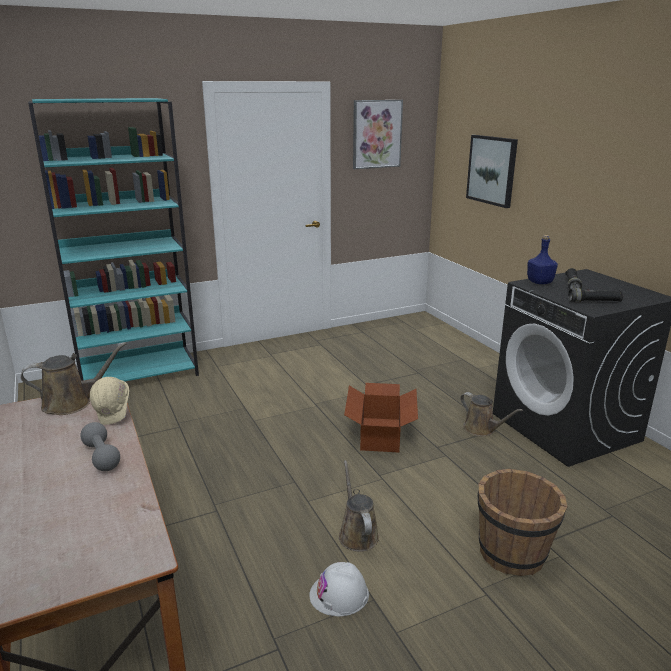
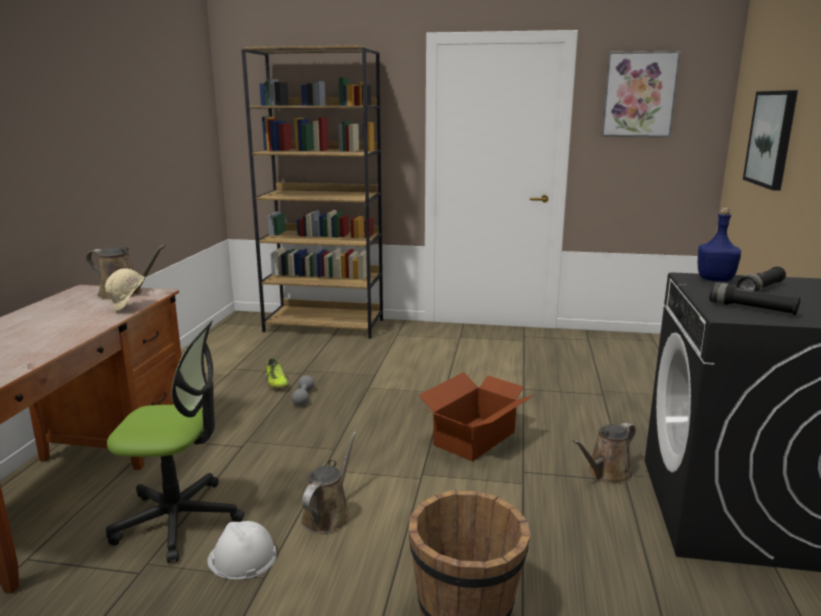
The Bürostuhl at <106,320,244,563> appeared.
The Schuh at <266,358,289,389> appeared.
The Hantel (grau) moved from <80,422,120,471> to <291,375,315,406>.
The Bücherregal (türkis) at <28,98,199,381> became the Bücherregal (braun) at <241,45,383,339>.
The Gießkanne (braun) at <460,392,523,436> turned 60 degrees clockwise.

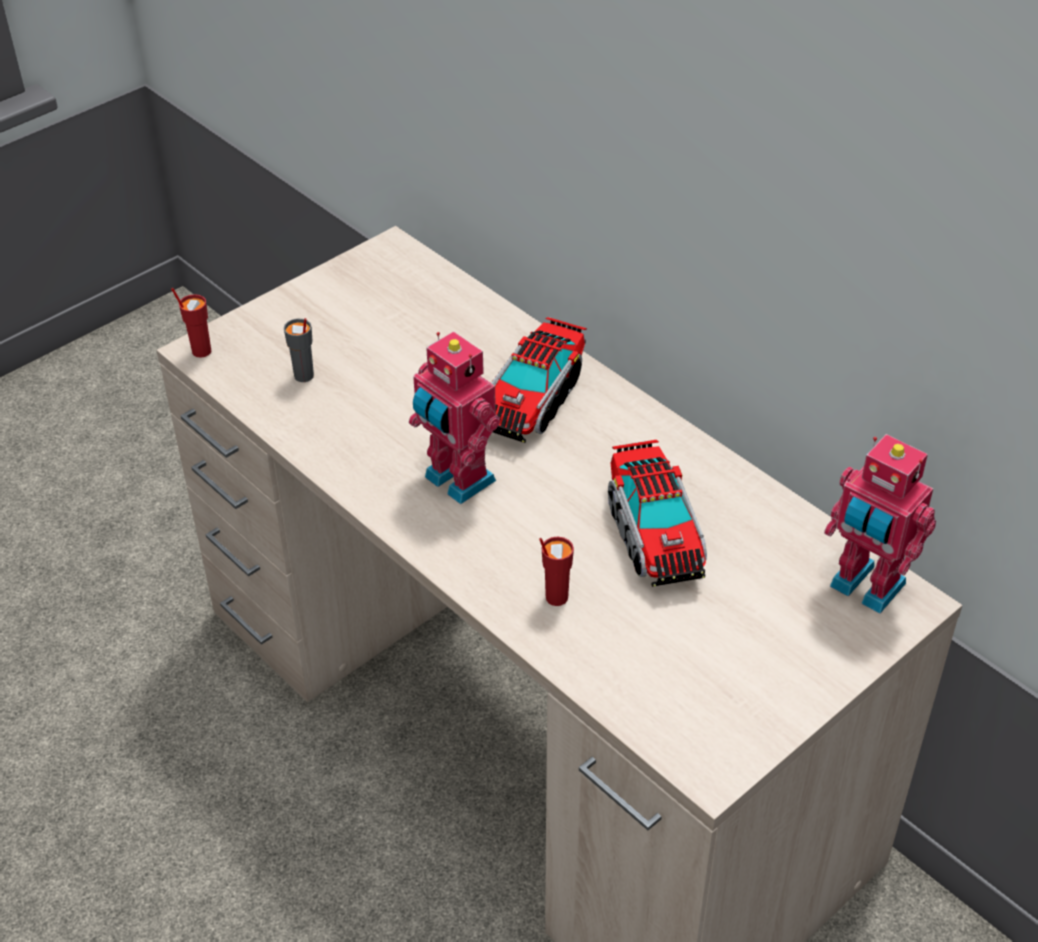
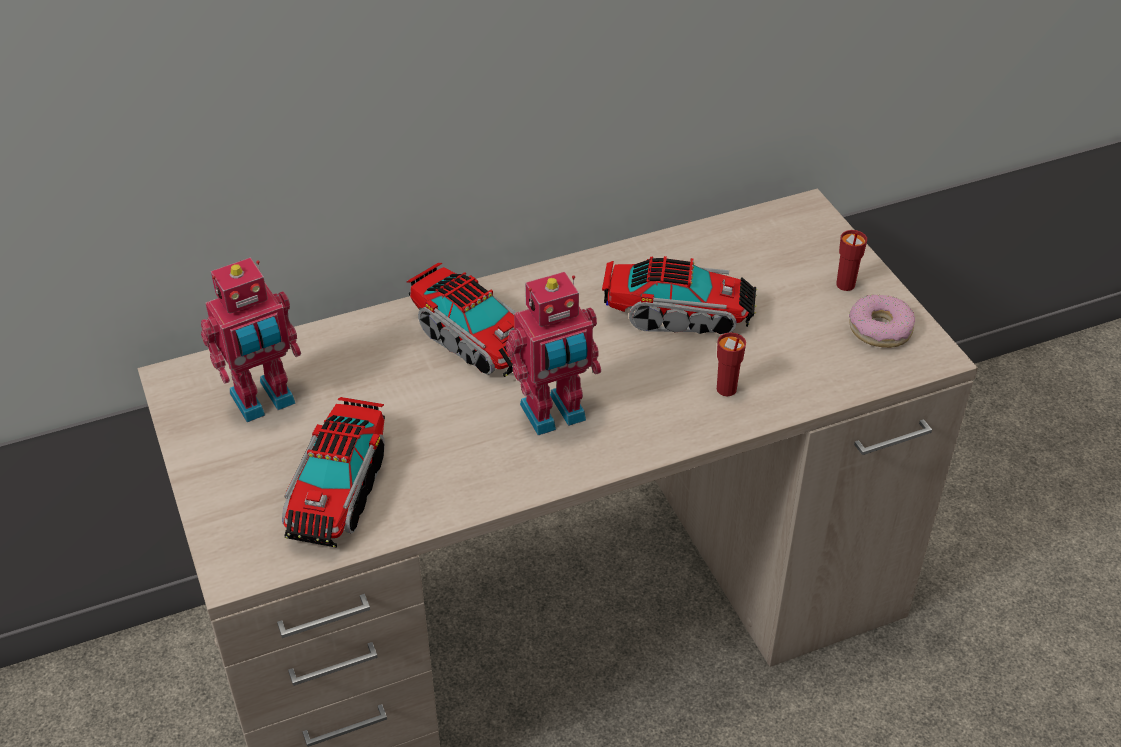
The Donut at <849,295,915,348> appeared.
The Tasse (rot) moved from <171,288,211,358> to <836,230,867,291>.
The Spielzeugroboter moved from <824,434,936,614> to <201,257,301,422>.
The Tasse (grau) at <284,318,314,382> was replaced by the Spielzeuglaster at <282,397,385,548>.

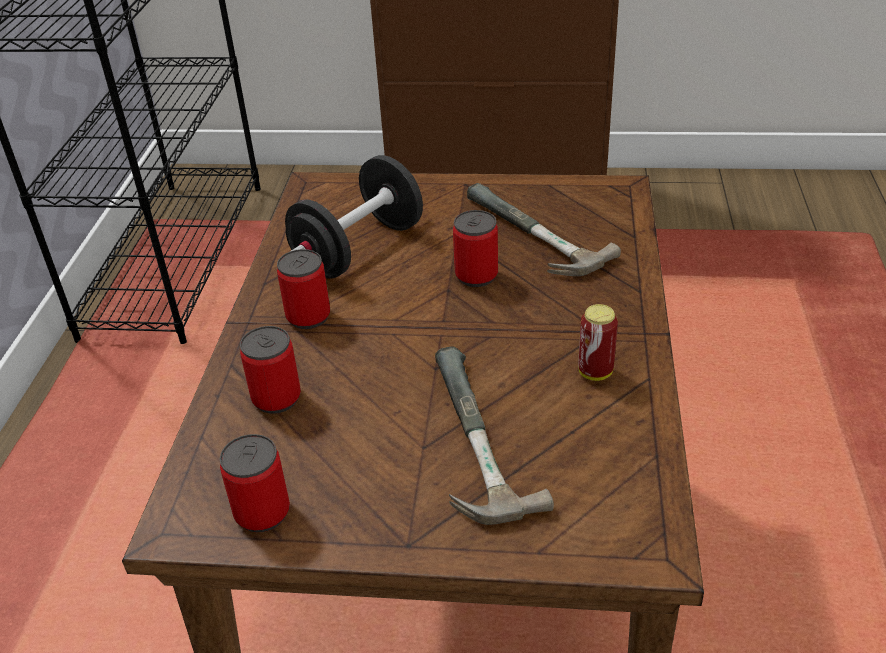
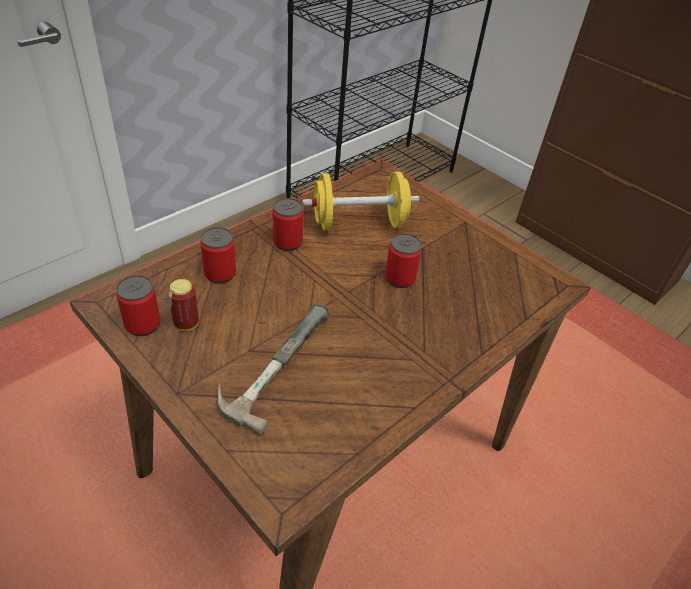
The Hammer at <467,183,621,276> disappeared.
The Dose moved from <578,304,618,381> to <168,279,199,331>.
The Hantel (schwarz) at <285,155,423,279> became the Hantel (gelb) at <302,172,419,230>.

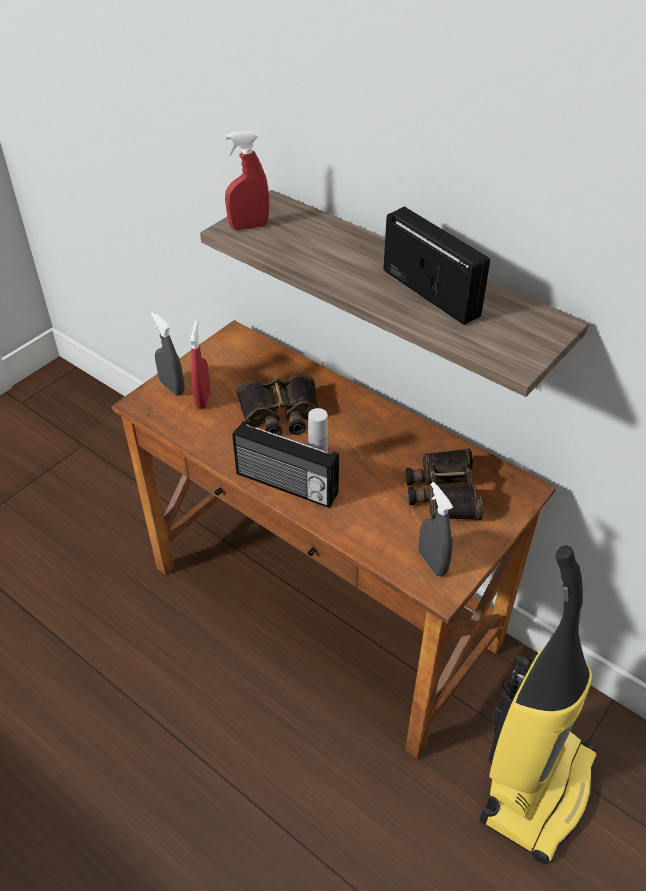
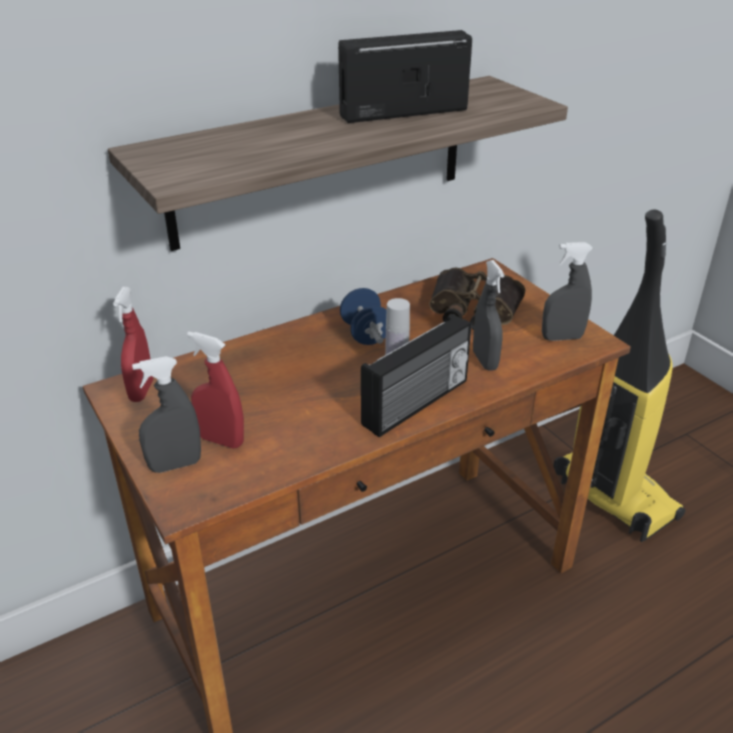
The Fernglas at <236,375,318,436> disappeared.
The Hantel (blau) at <340,288,387,345> appeared.
The Sprühflasche (grau) at <473,260,505,371> appeared.
The Sprühflasche (rot) moved from <225,131,269,230> to <113,287,153,402>.

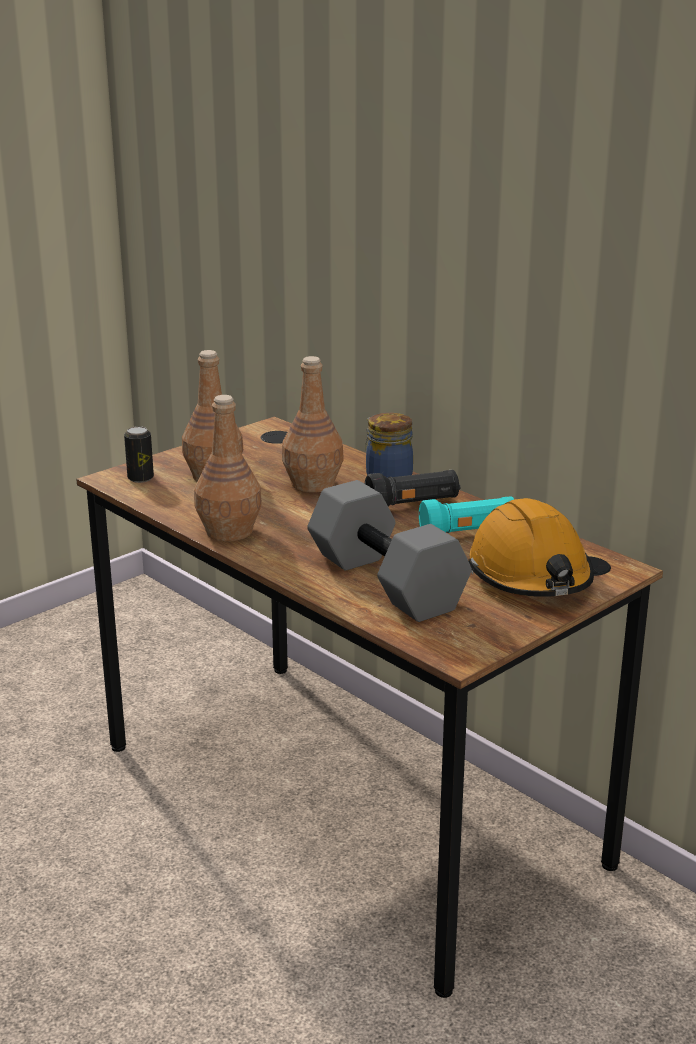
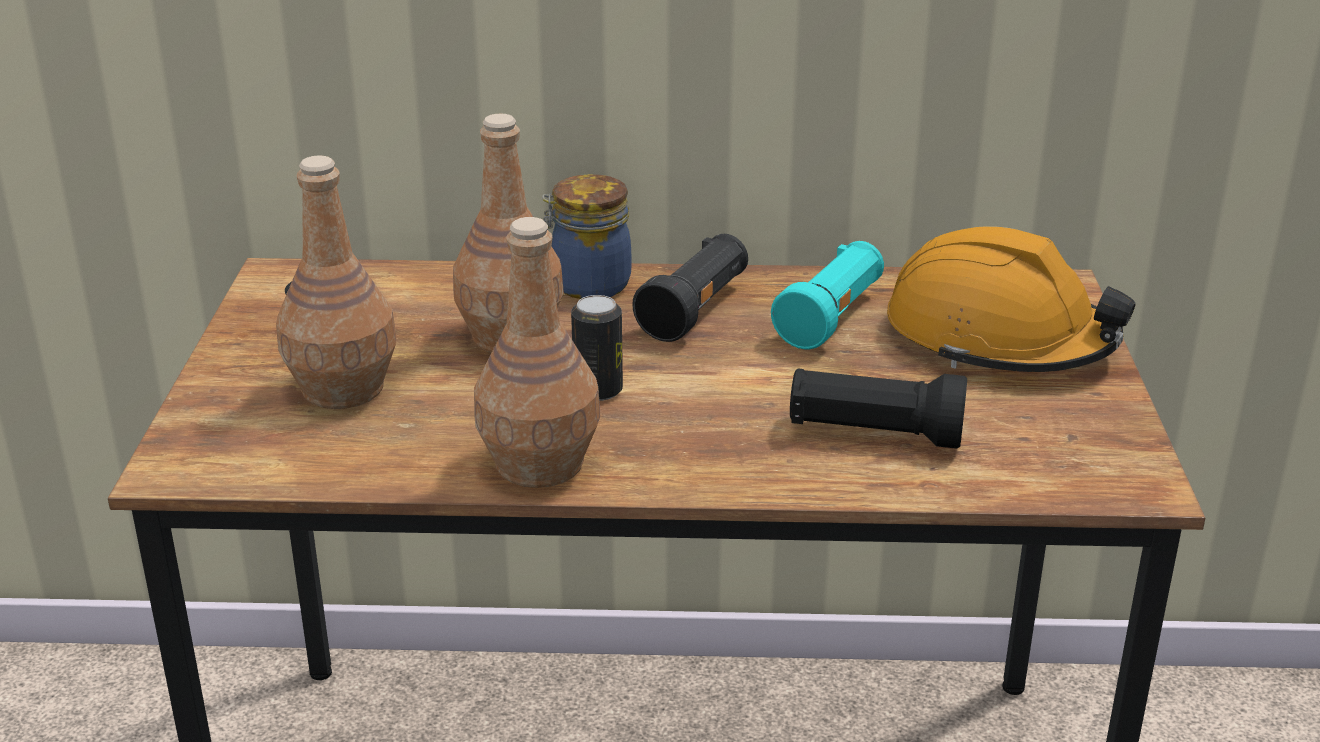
The Dose moved from <124,426,154,483> to <571,295,623,401>.
The Hantel (grau) at <307,480,472,622> was replaced by the Taschenlampe (schwarz) at <790,368,967,449>.

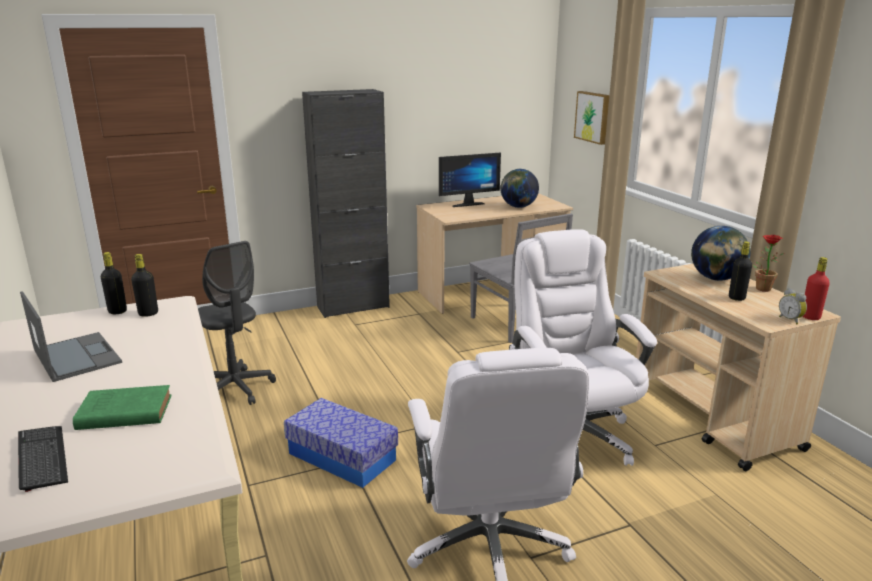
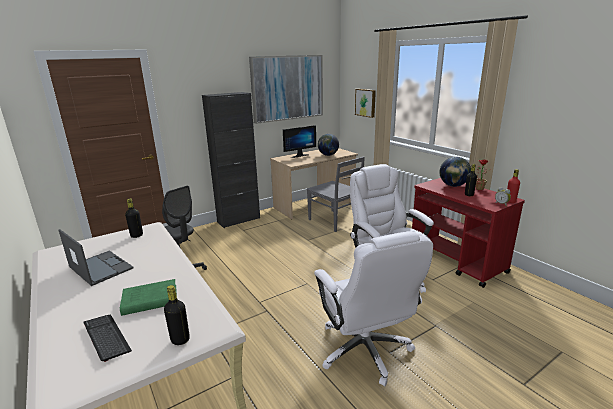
The Aufbewahrungsbox at <284,398,398,488> disappeared.
The Bild at <249,55,323,124> appeared.
The Flasche (schwarz) moved from <101,252,127,314> to <164,285,190,345>.
The Rollwagen (beige) at <636,264,841,471> became the Rollwagen (rot) at <412,178,525,288>.

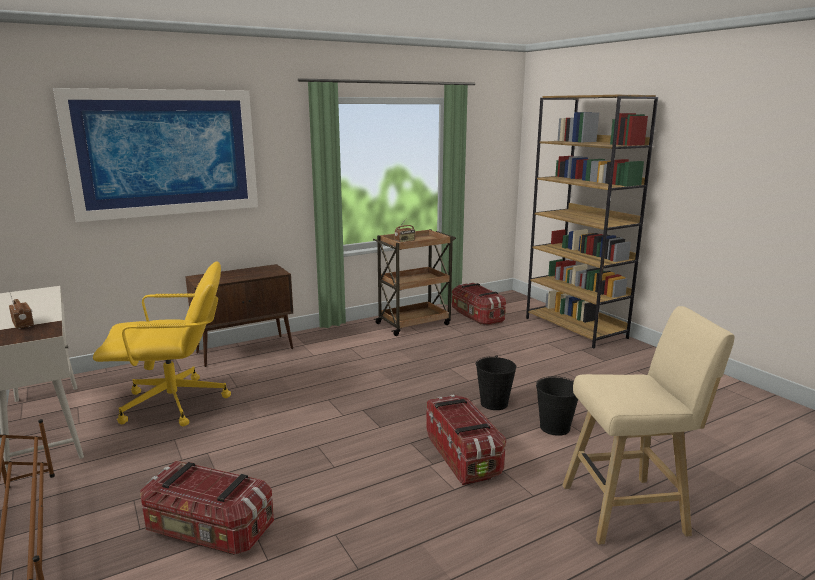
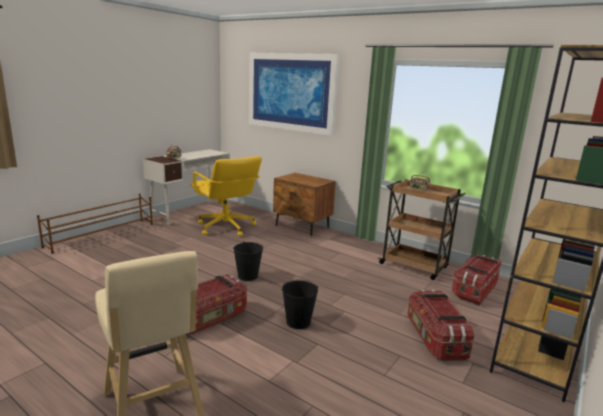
The Aufbewahrungsbox moved from <140,461,274,555> to <407,290,474,361>.
The Eimer (schwarz) moved from <536,376,578,436> to <233,241,263,281>.
The Schrank (braun) at <185,264,293,367> was replaced by the Nachttisch (braun) at <273,173,336,237>.

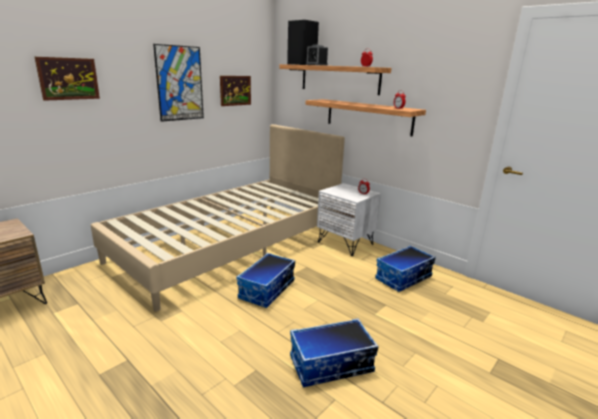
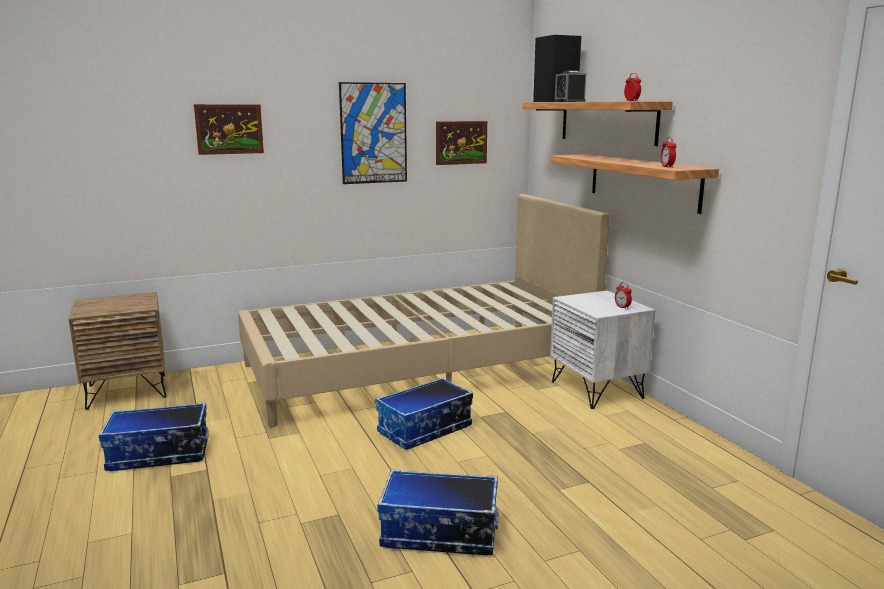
The Aufbewahrungsbox moved from <375,245,436,292> to <99,403,209,471>.

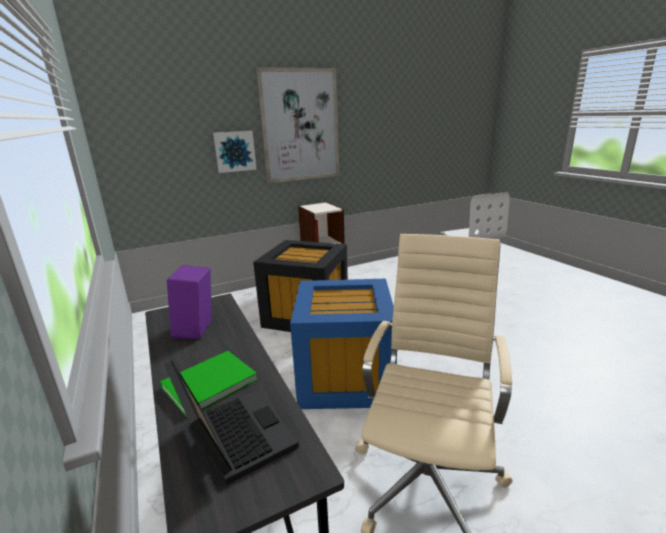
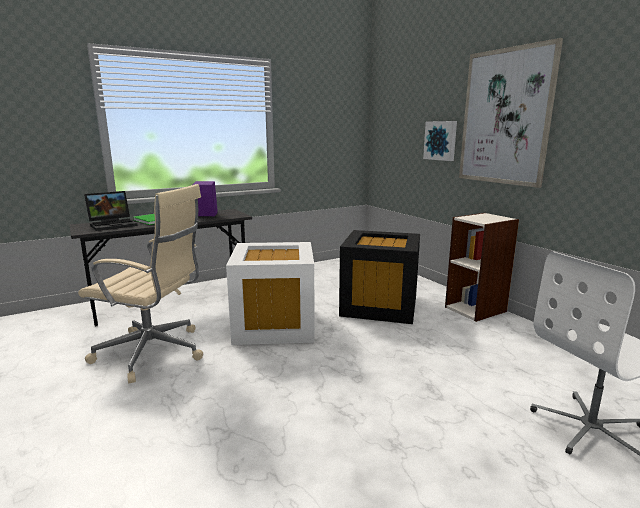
The Aufbewahrungsbox (blau) at <290,279,397,409> became the Aufbewahrungsbox (weiß) at <226,242,315,345>.

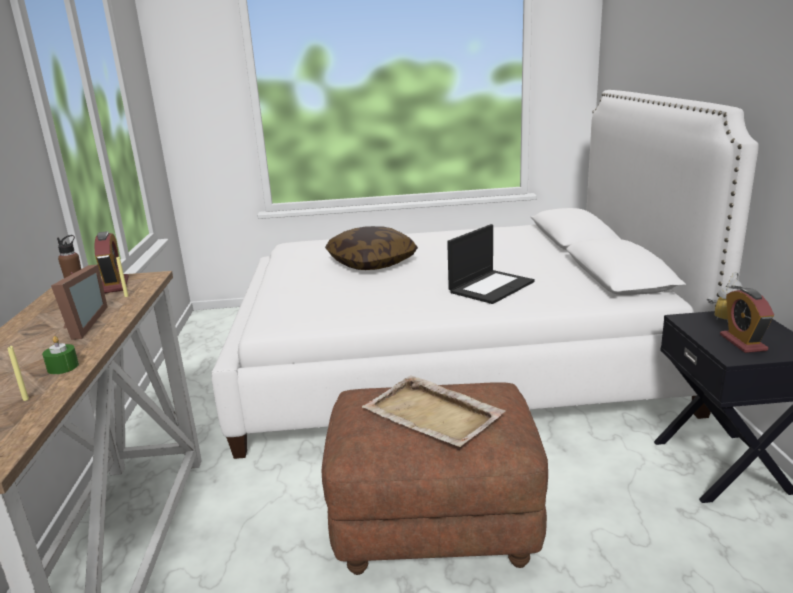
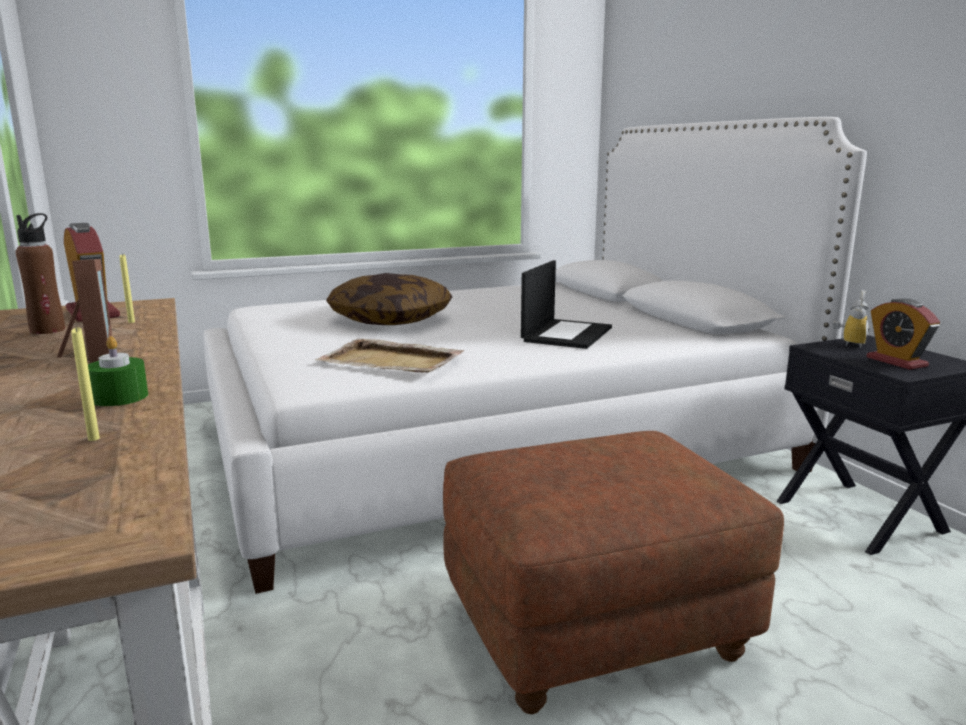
The Tablett (beige) moved from <362,375,506,447> to <315,339,465,373>.

